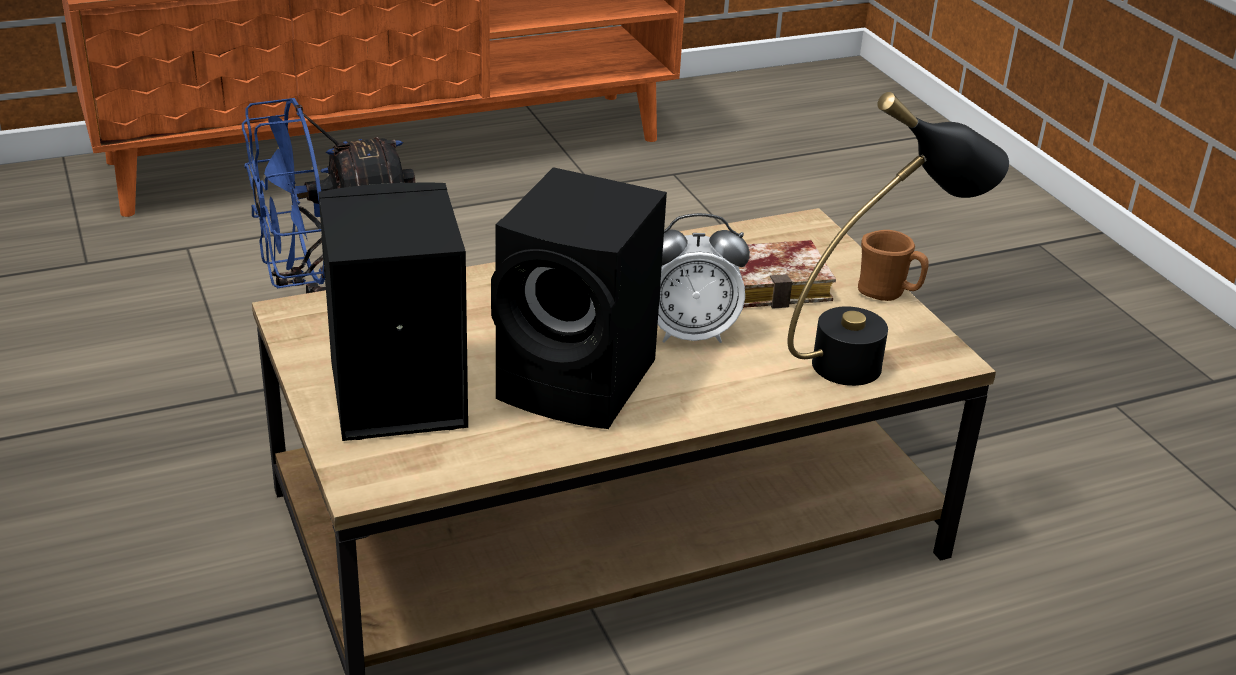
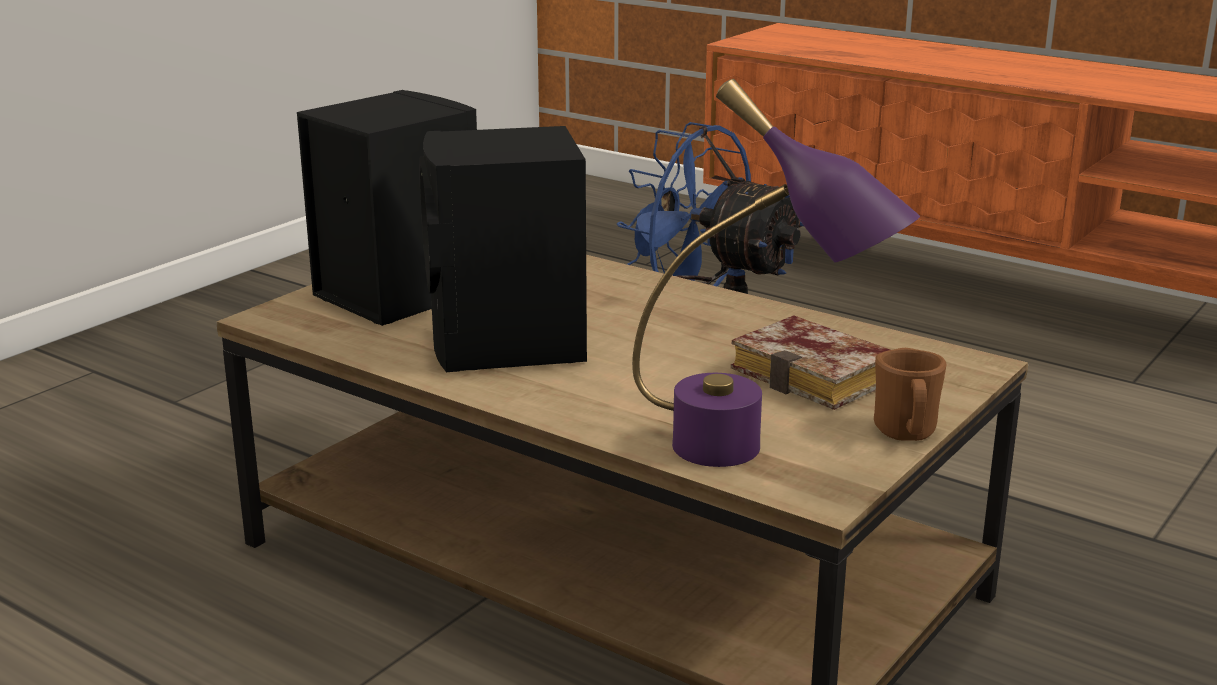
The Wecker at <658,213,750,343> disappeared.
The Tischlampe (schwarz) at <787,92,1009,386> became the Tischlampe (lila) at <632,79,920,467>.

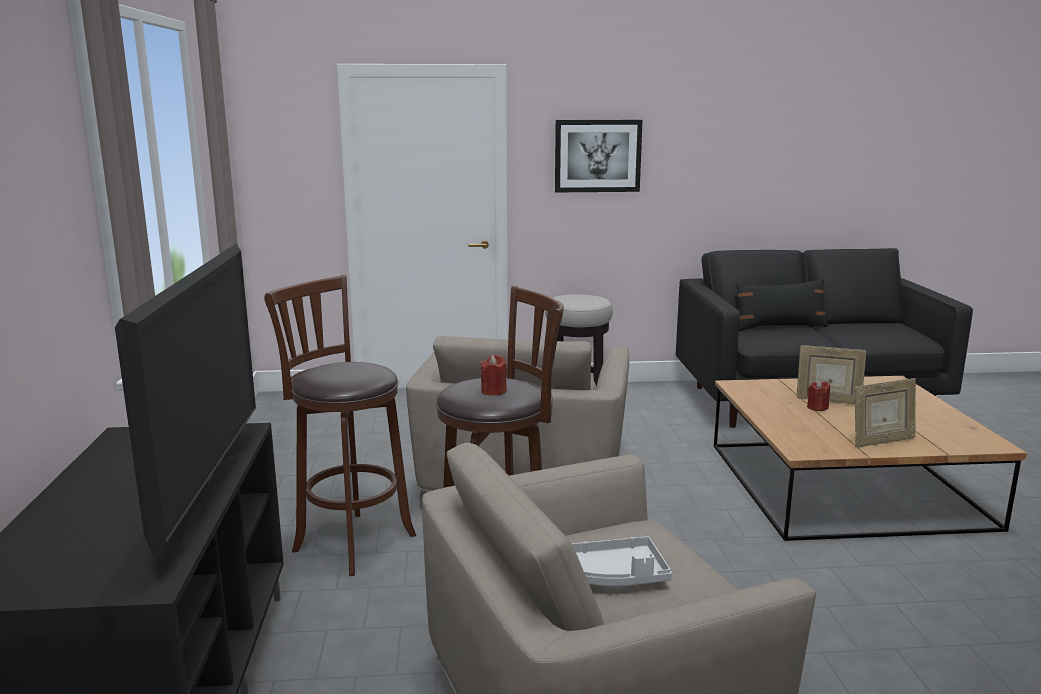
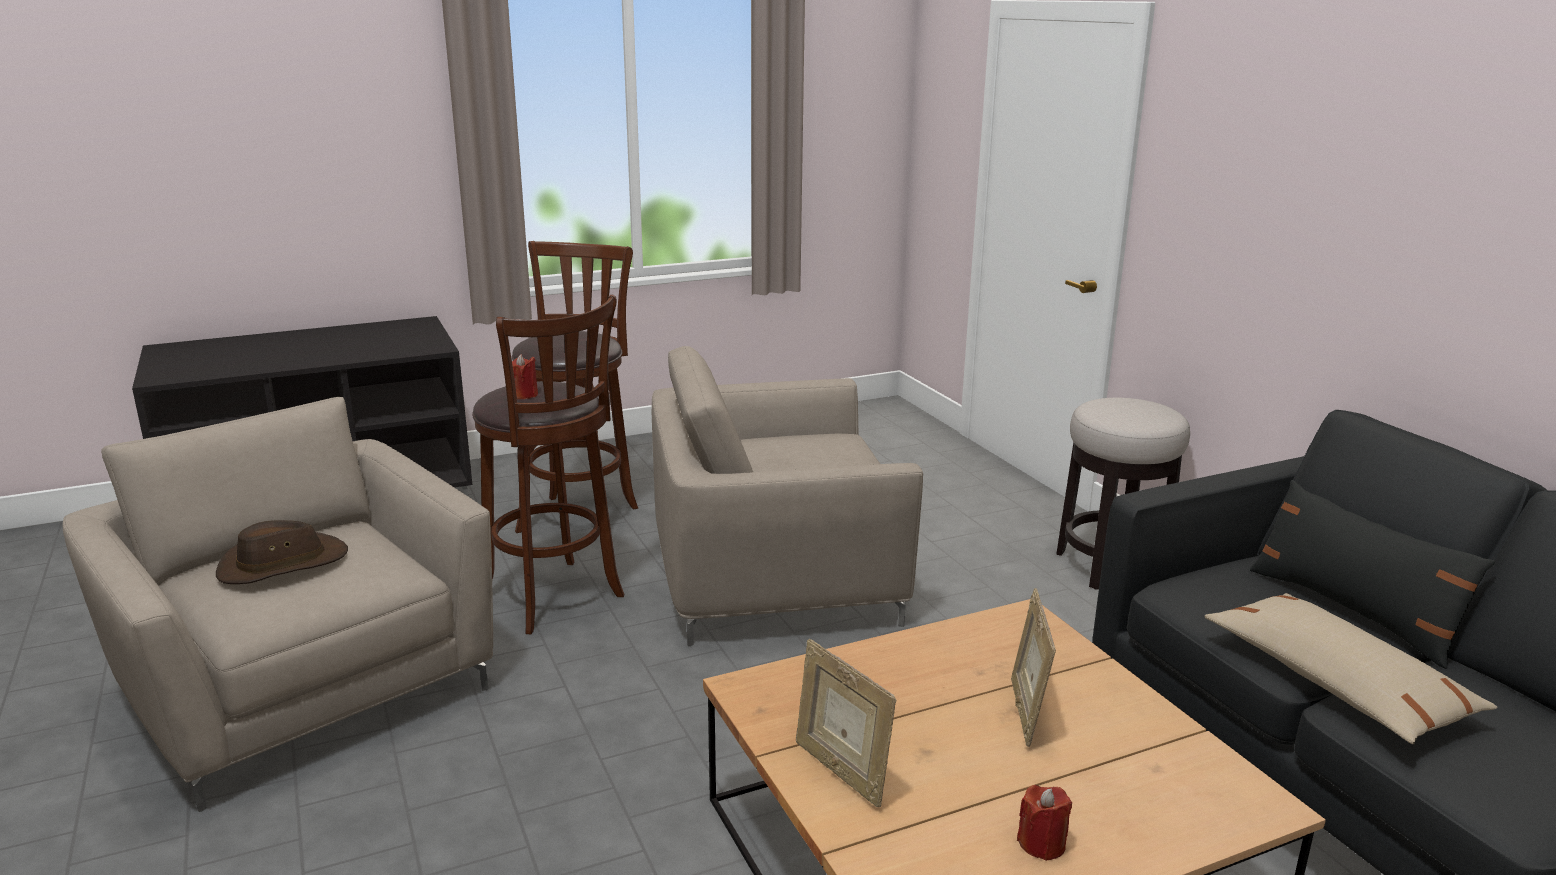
The Fernseher at <115,244,256,557> disappeared.
The Bild at <555,120,643,193> disappeared.
The Kissen (beige) at <1205,593,1498,744> appeared.
The Kerze (rot) moved from <807,380,830,411> to <1017,785,1072,861>.
The Tablett (grau) at <572,536,672,586> was replaced by the Hut (braun) at <216,520,348,584>.

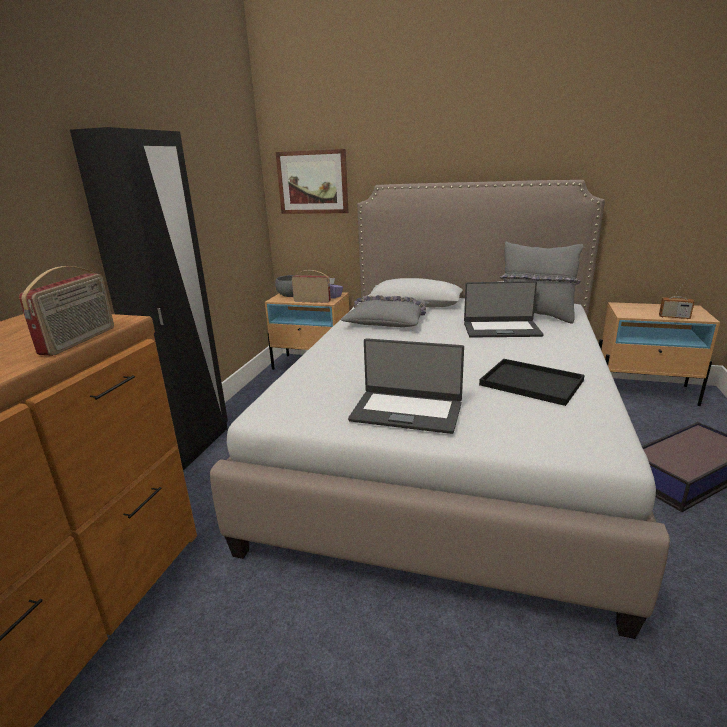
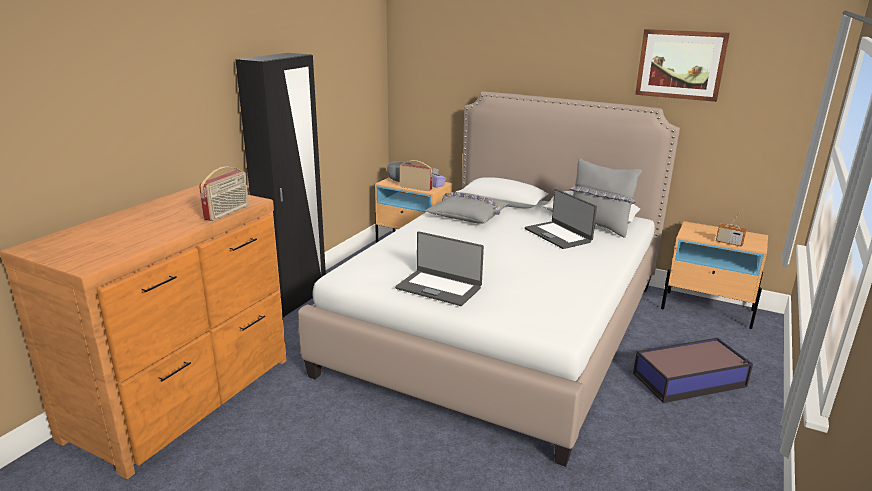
The Tablett (schwarz) at <479,359,585,406> disappeared.
The Bild moved from <276,149,349,214> to <635,29,730,102>.
The Laptop at <464,281,544,338> turned 45 degrees clockwise.

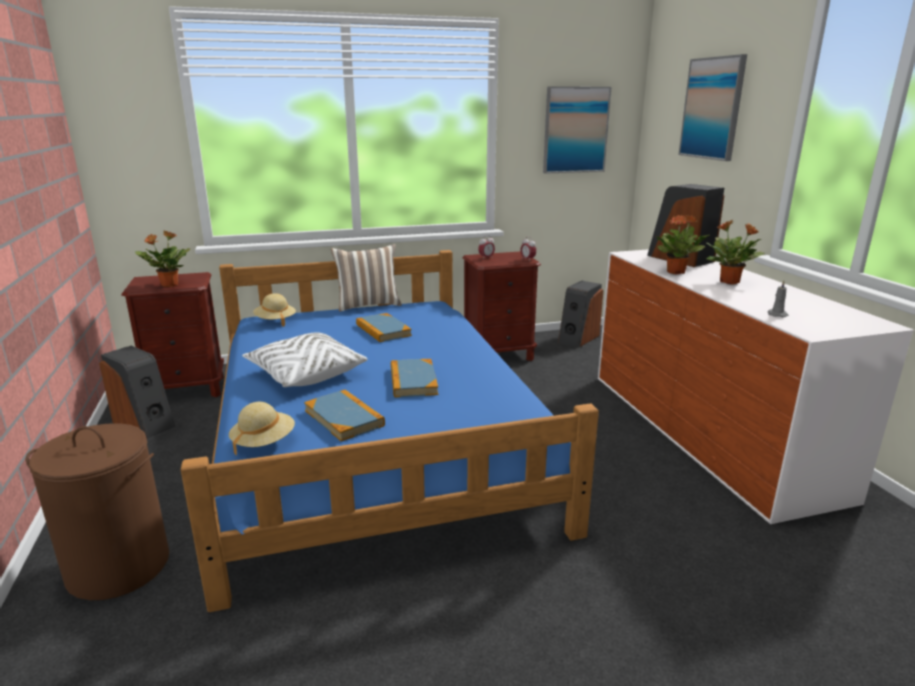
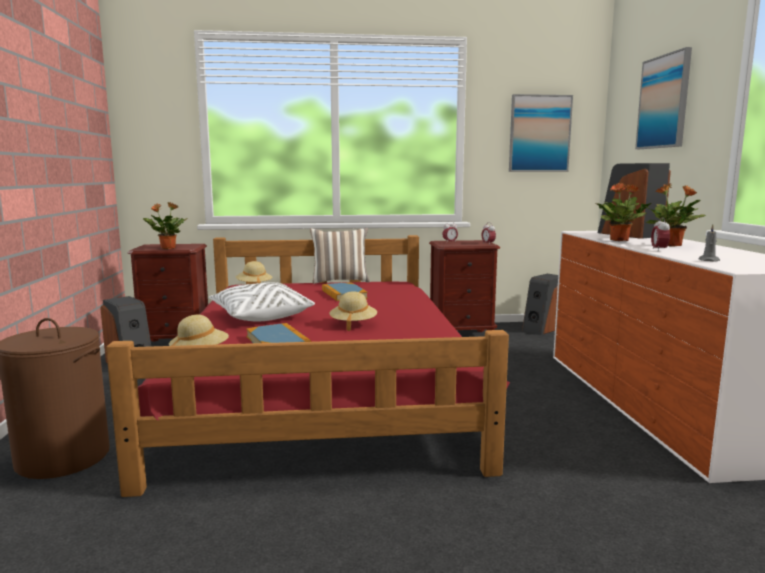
The Wecker at <651,217,670,250> appeared.
The Buch at <391,359,438,398> was replaced by the Hut (beige) at <329,291,377,331>.
The Bett (blau) at <180,250,599,612> became the Bett (rot) at <106,235,510,497>.

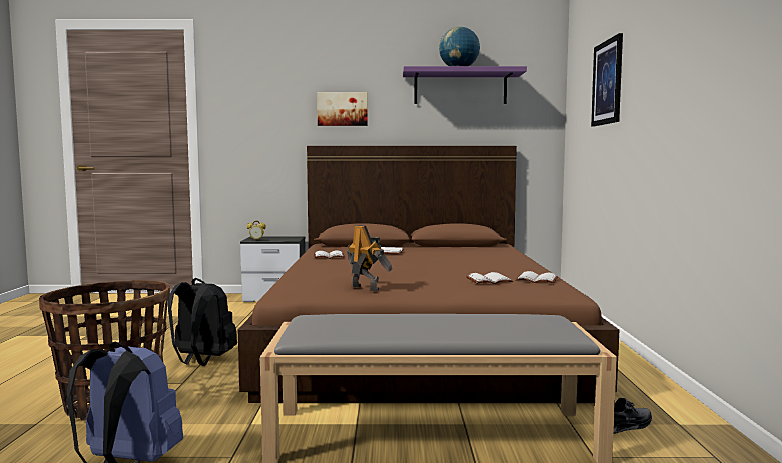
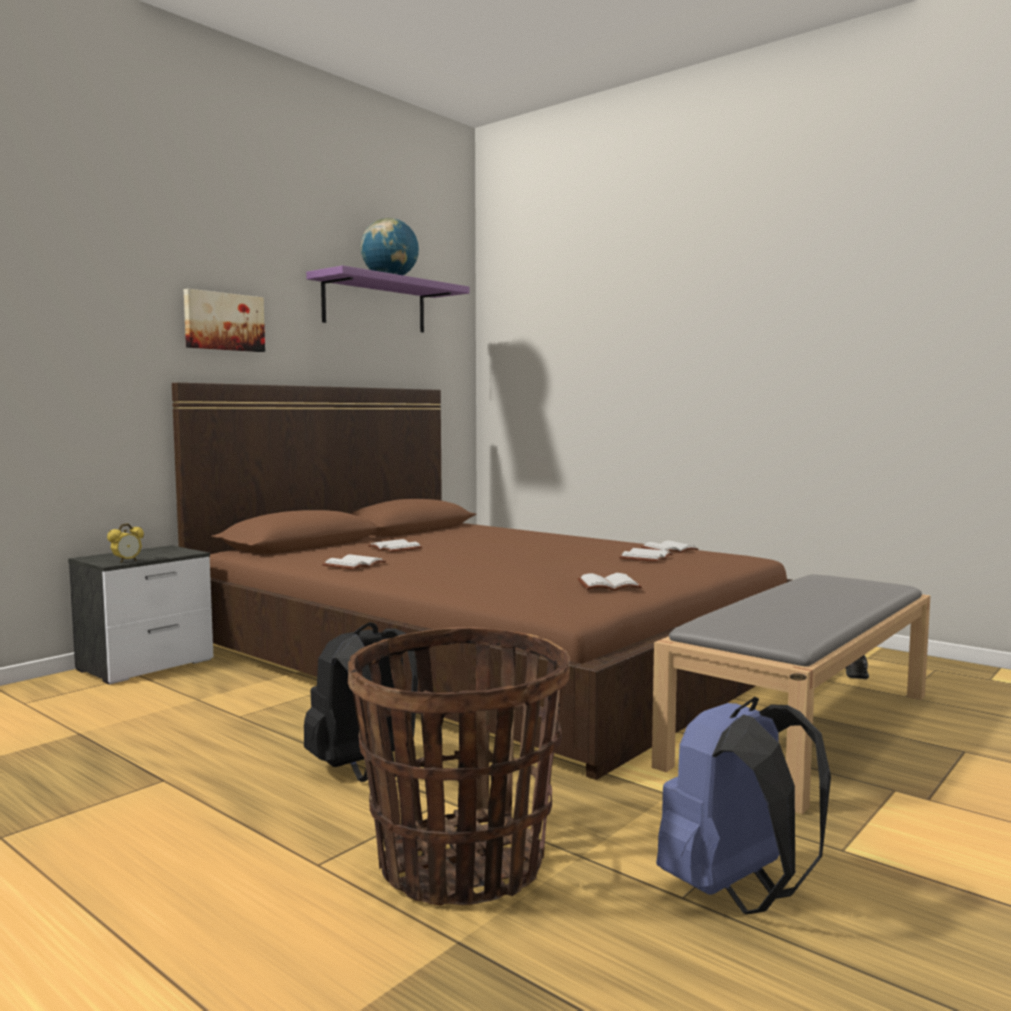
The Bild at <591,33,623,126> disappeared.
The Spielzeugroboter at <347,225,393,291> was replaced by the Buch (weiß) at <577,573,642,591>.

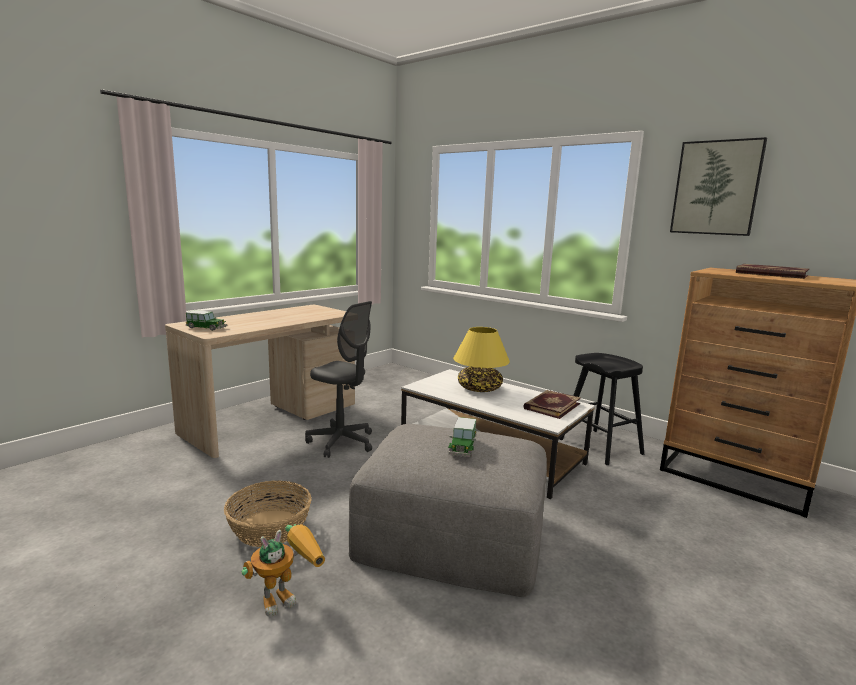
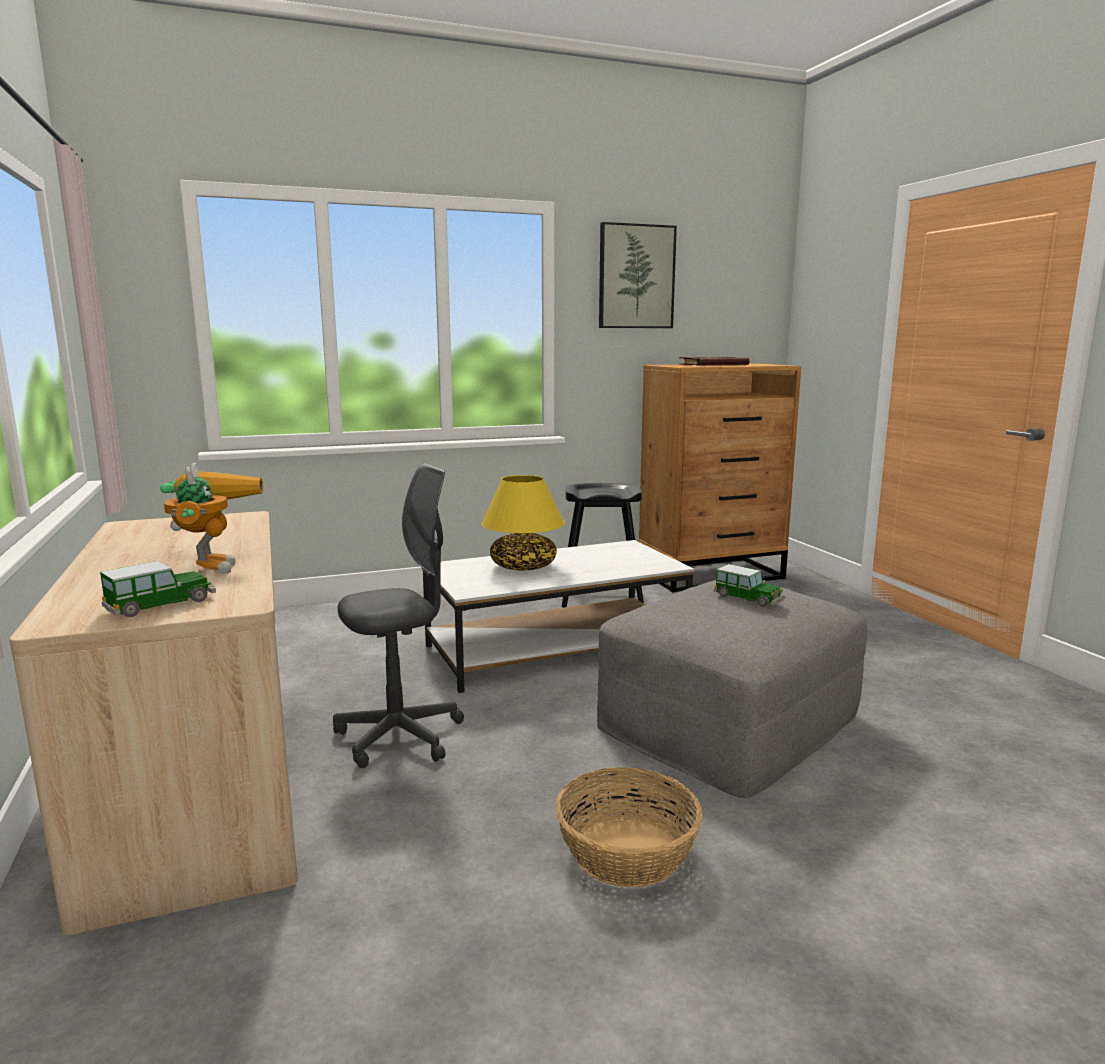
The Buch at <524,390,581,419> disappeared.
The Spielzeugroboter moved from <241,524,325,617> to <160,463,263,574>.

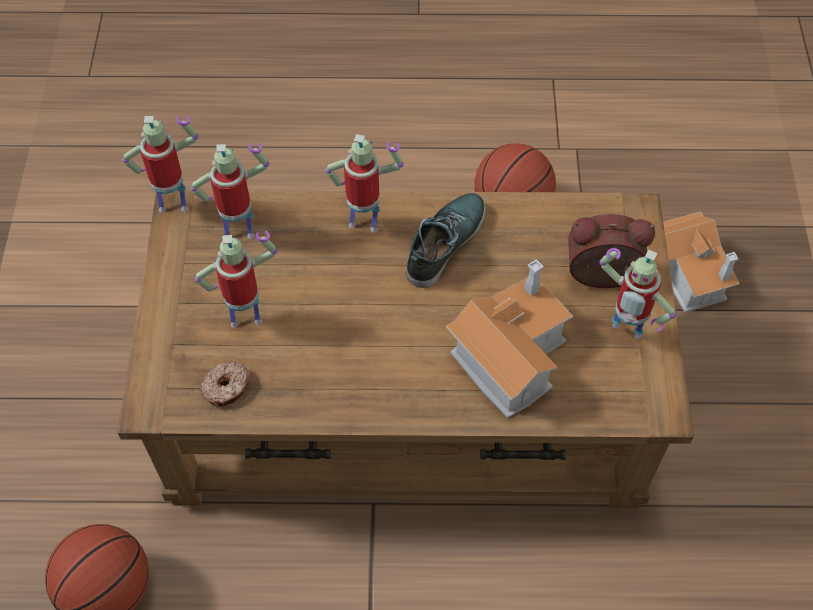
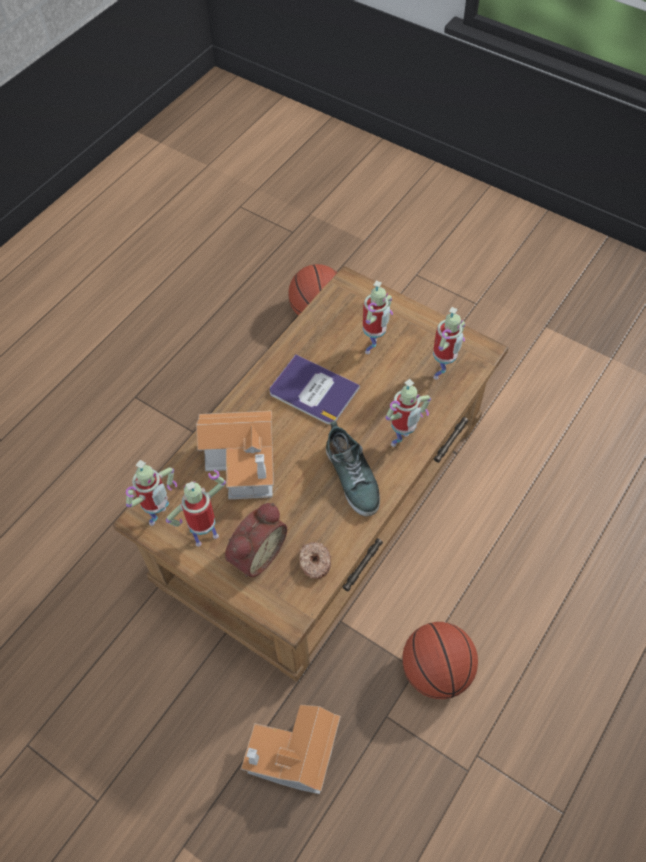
The Buch at <270,355,360,425> appeared.
The Spielzeugroboter moved from <122,116,198,213> to <126,460,177,526>.
The Donut moved from <200,361,250,406> to <299,542,331,579>.

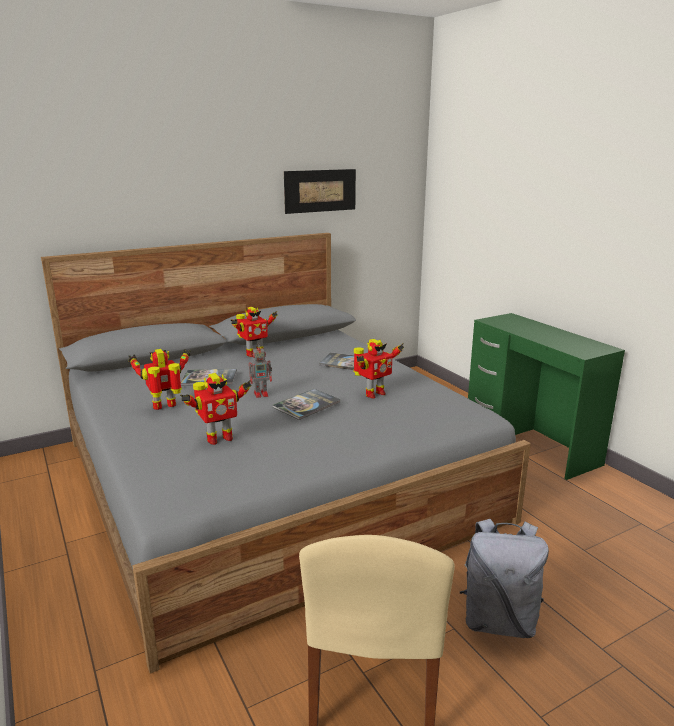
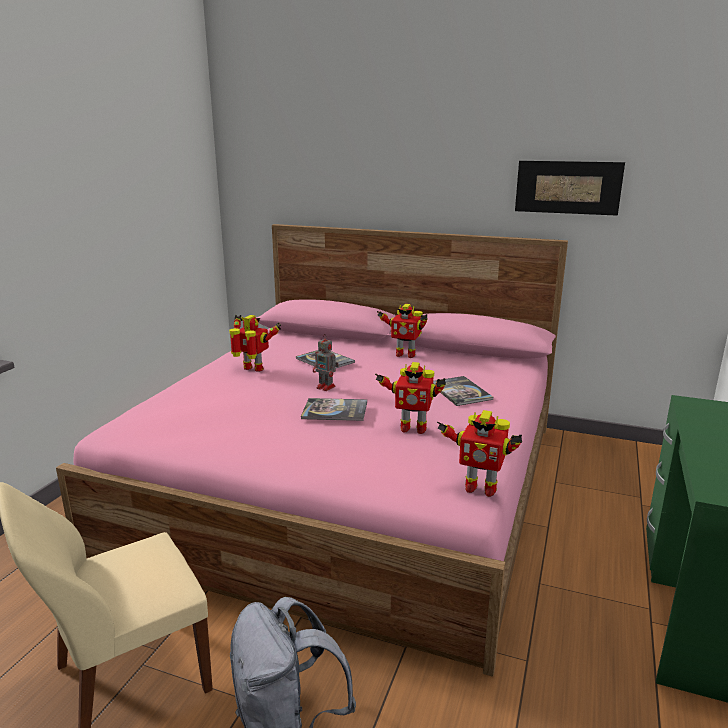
The Spielzeugroboter moved from <180,373,252,445> to <437,410,522,497>.
The Bett (grau) at <41,233,531,673> became the Bett (rosa) at <56,224,568,677>.

